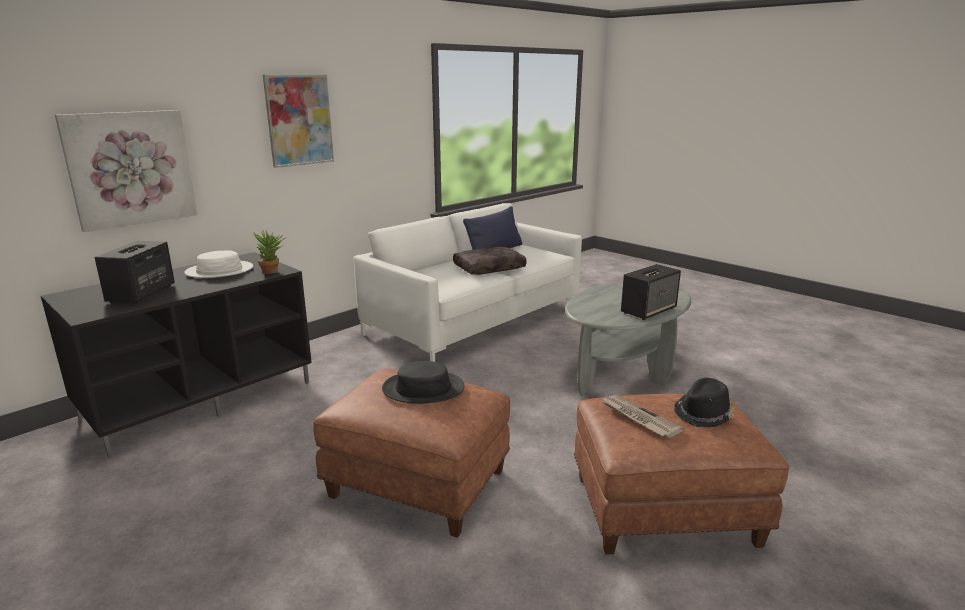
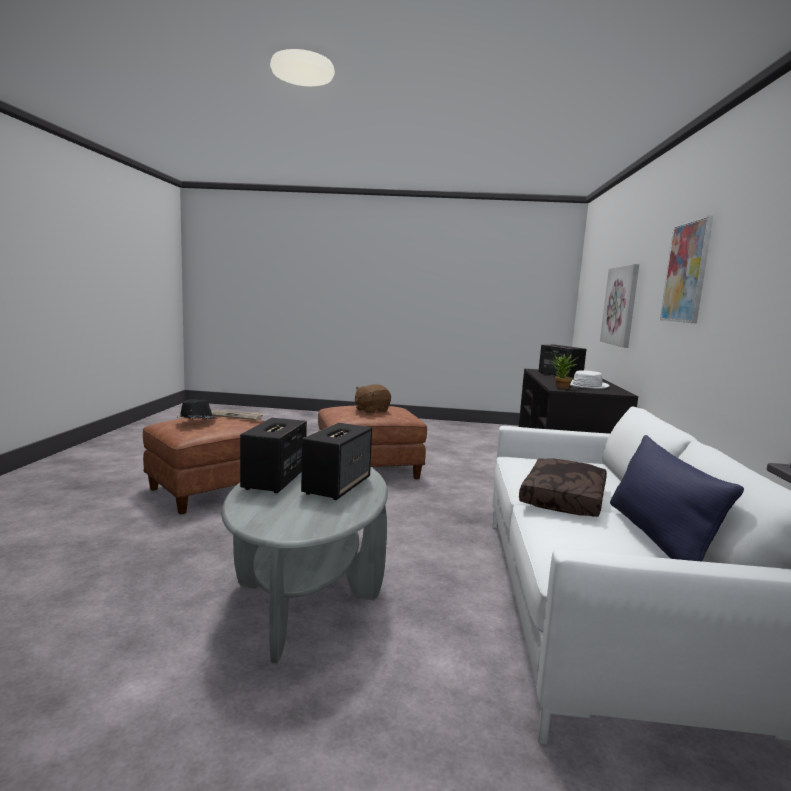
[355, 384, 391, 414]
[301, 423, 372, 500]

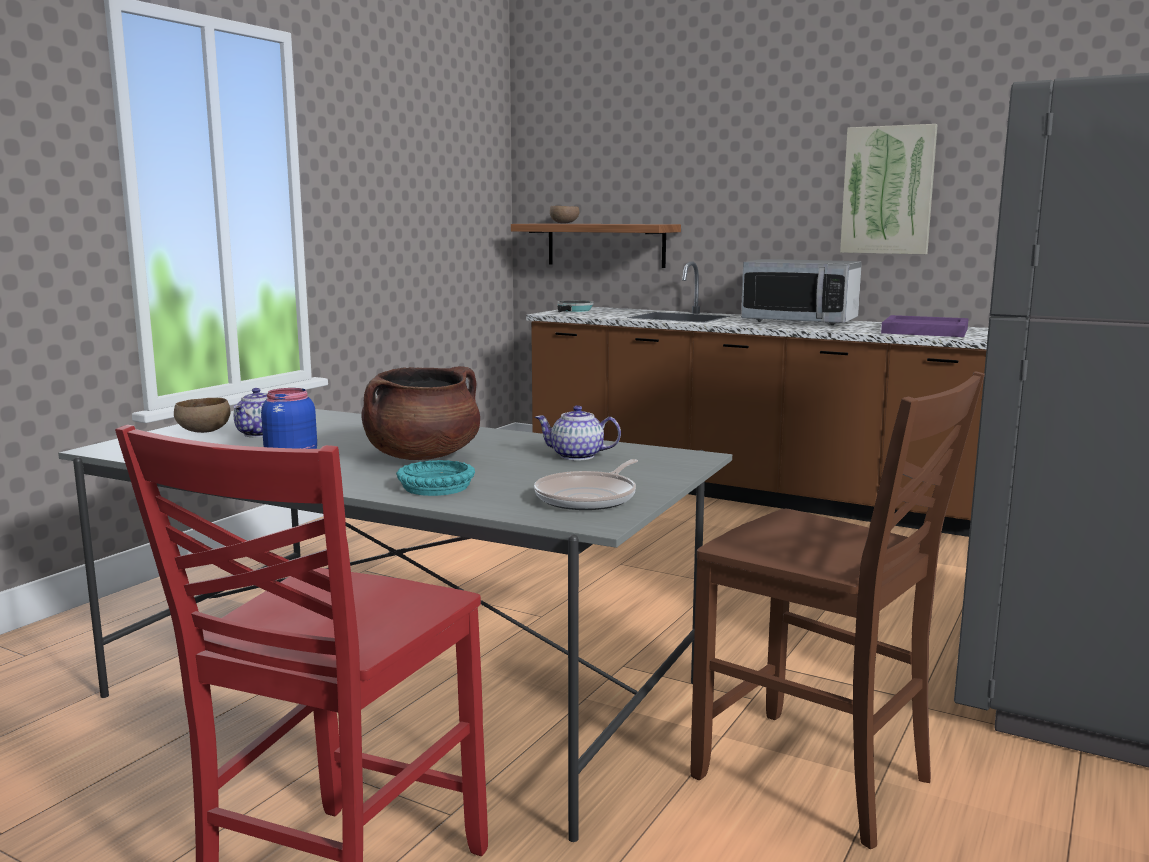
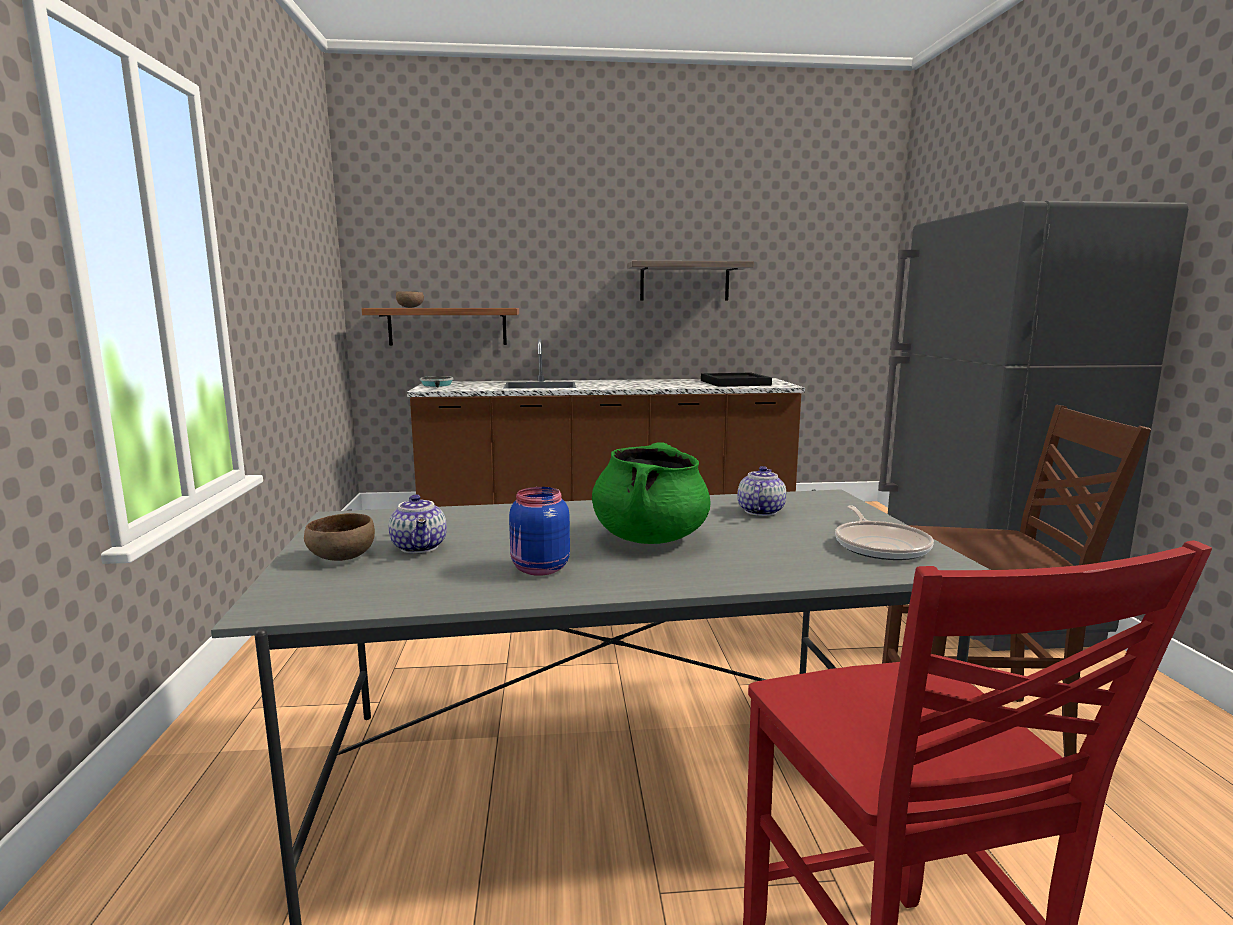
[592, 442, 710, 544]
[396, 460, 475, 496] (first image)
[737, 466, 786, 516]
[741, 259, 862, 325] (first image)
[627, 261, 754, 301]
[701, 373, 772, 387]

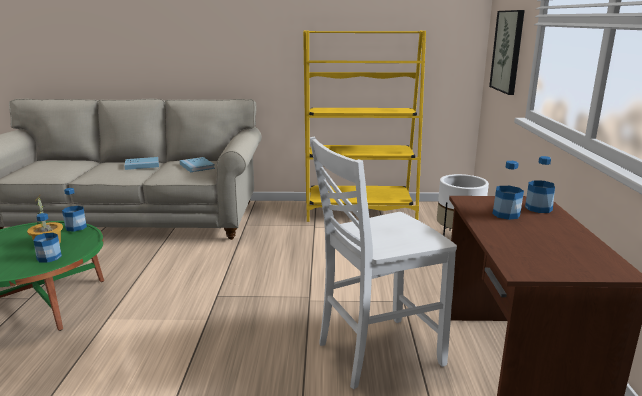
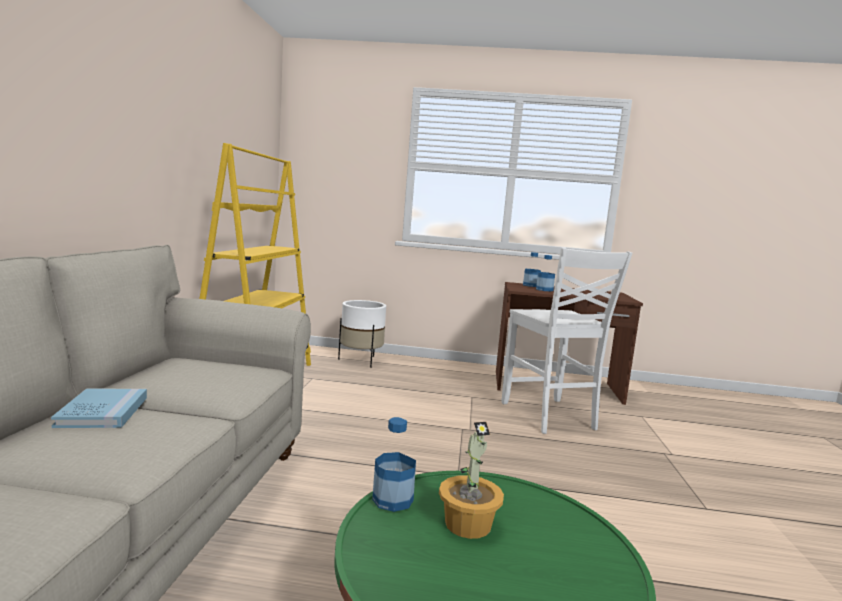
[34, 213, 62, 263] (first image)
[180, 157, 215, 172] (first image)
[489, 10, 525, 95] (first image)

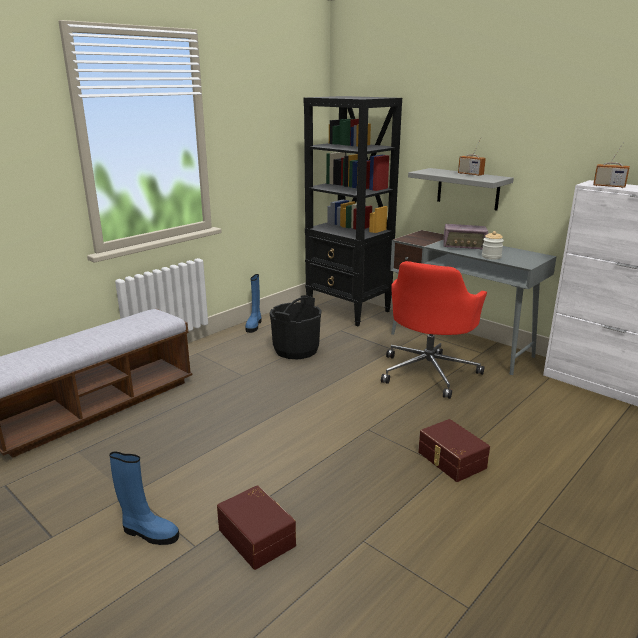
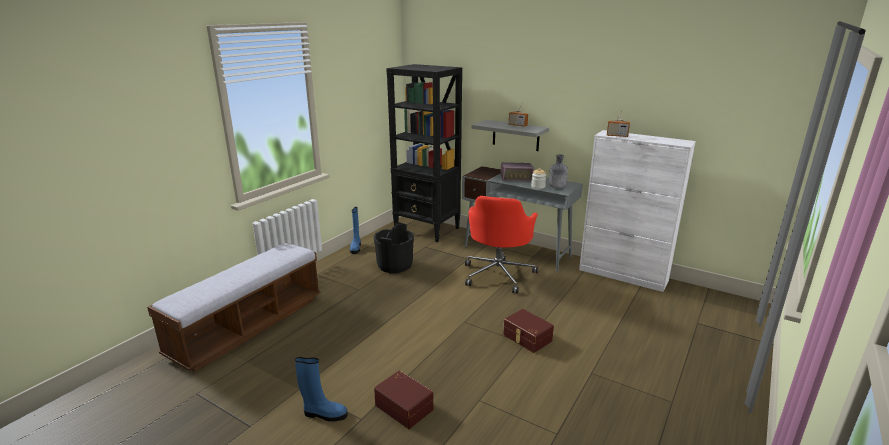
[549, 154, 568, 188]

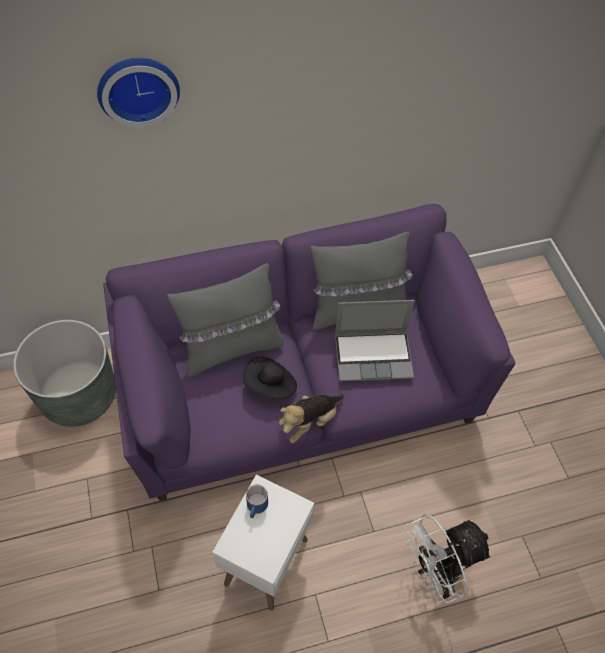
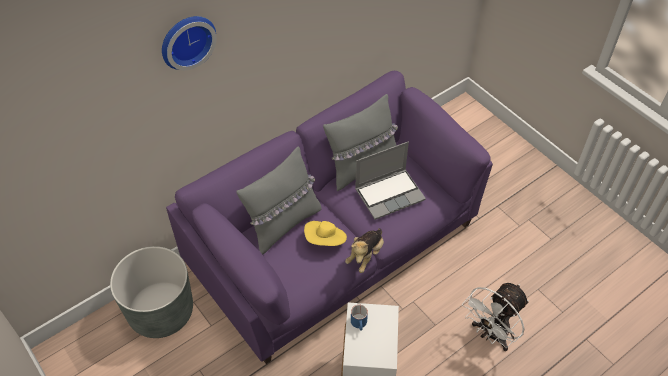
[304, 221, 347, 246]

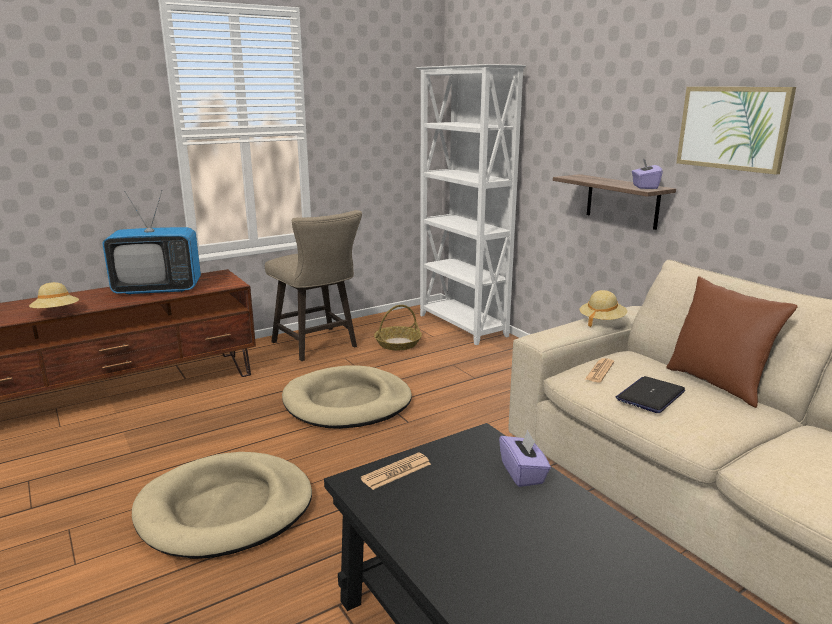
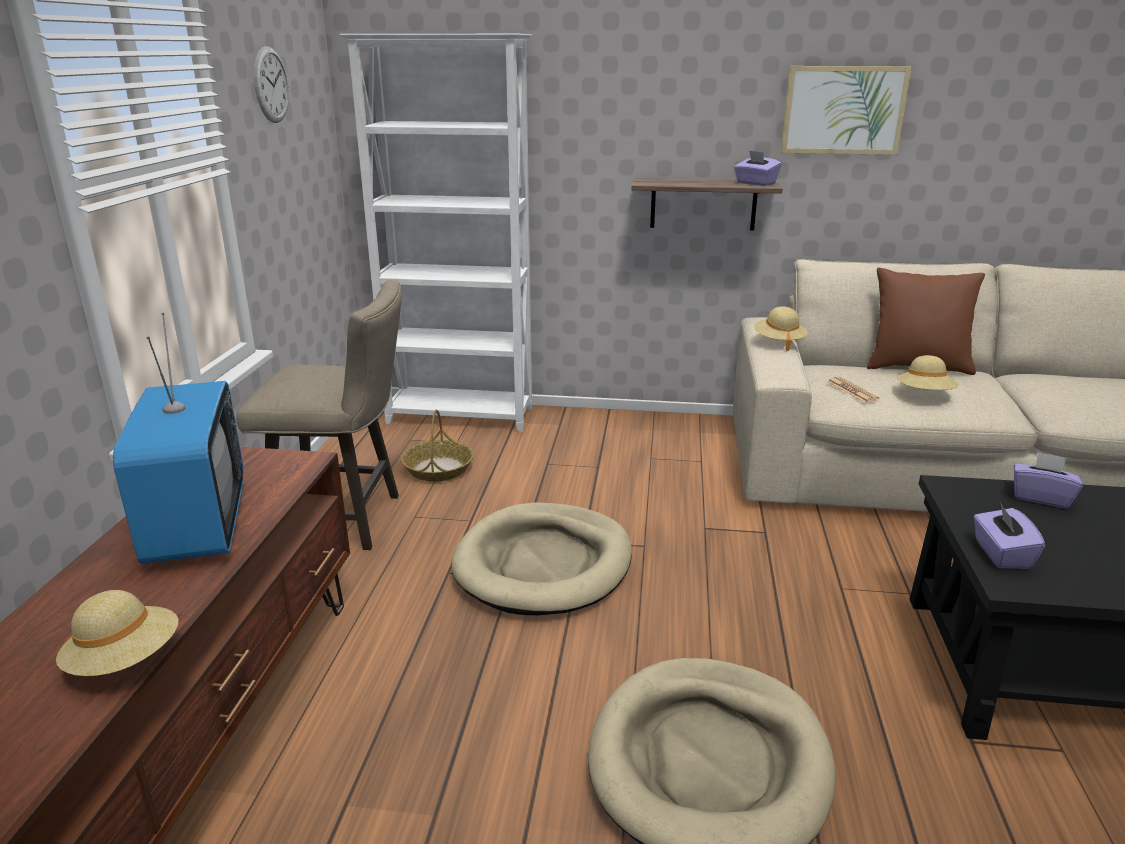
[113, 313, 244, 563]
[974, 502, 1045, 569]
[897, 355, 958, 390]
[254, 46, 289, 123]

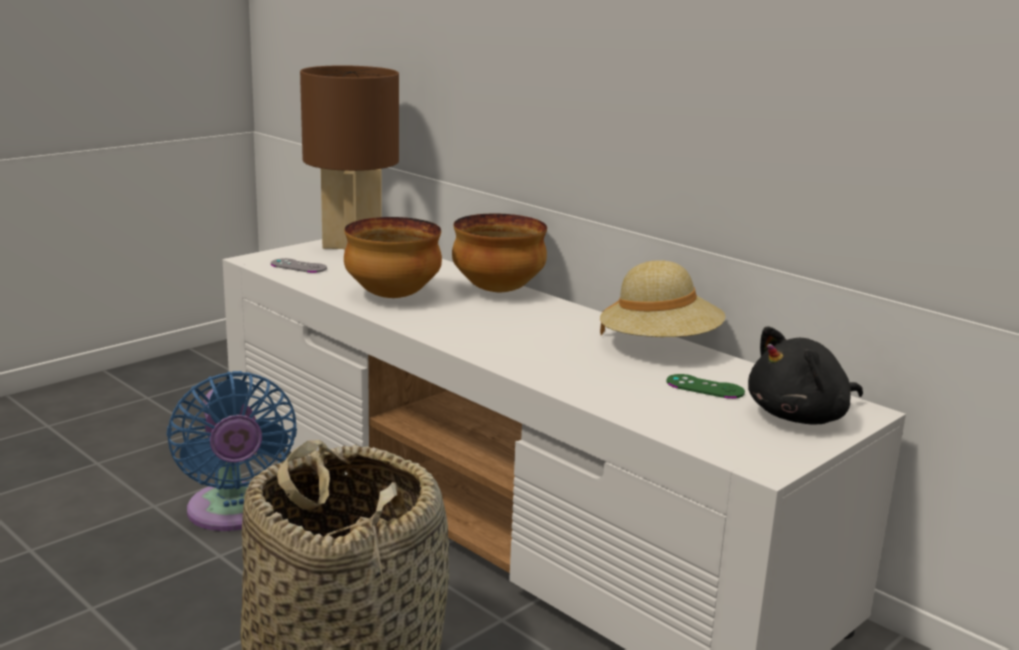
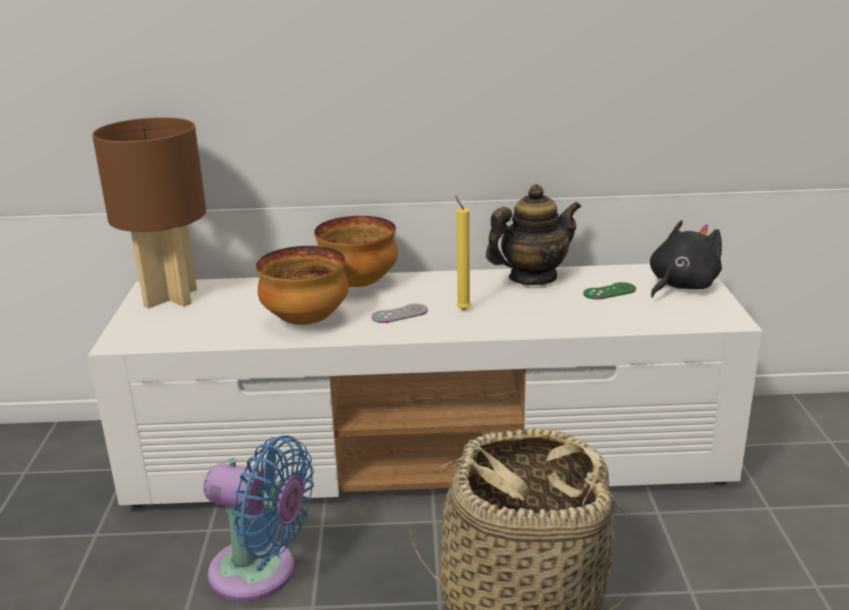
[371, 304, 428, 323]
[486, 184, 581, 285]
[650, 220, 722, 298]
[455, 195, 471, 311]

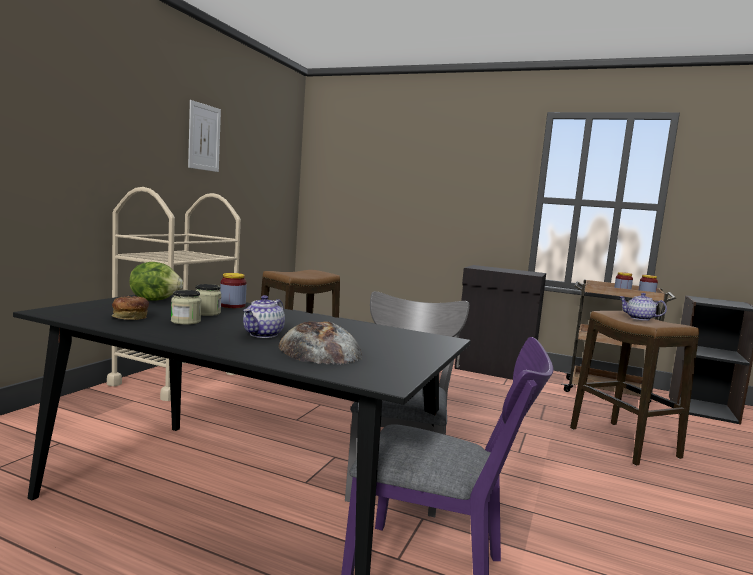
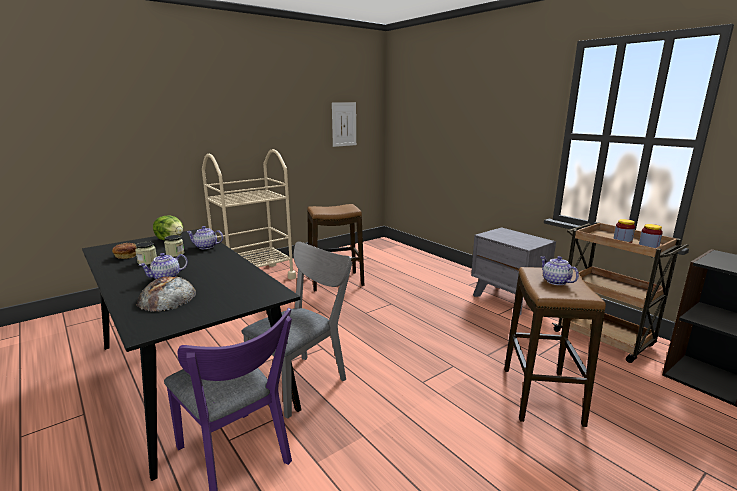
[332, 103, 356, 147]
[187, 226, 223, 249]
[471, 227, 556, 315]

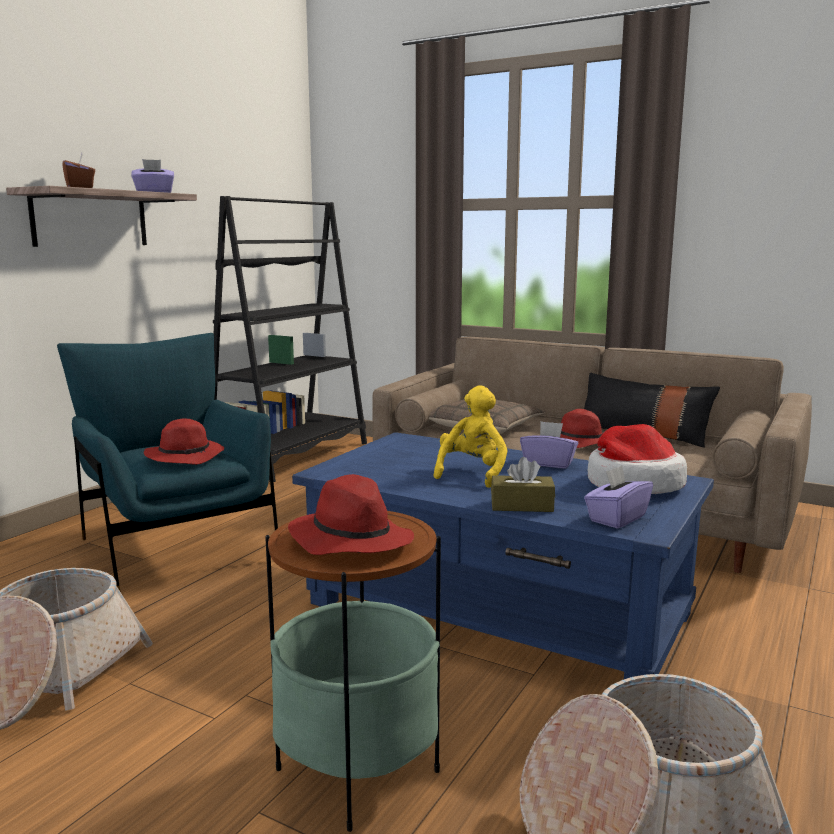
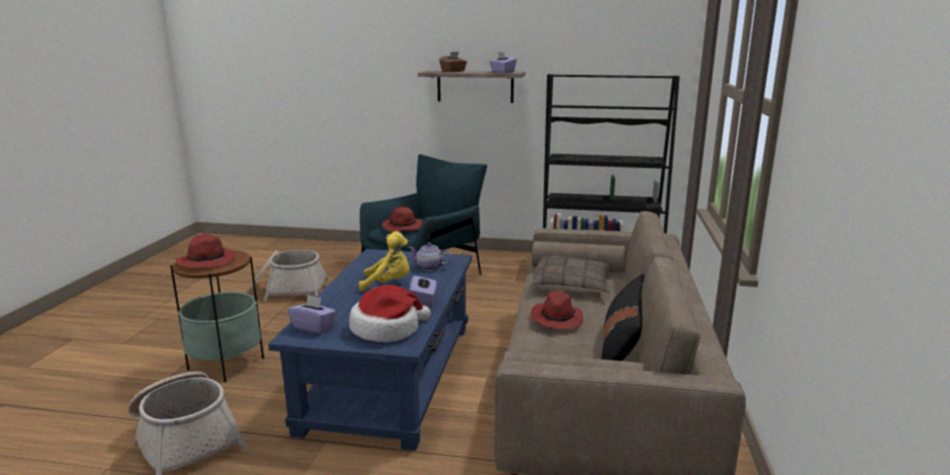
[491, 457, 555, 512] (first image)
[408, 243, 451, 271]

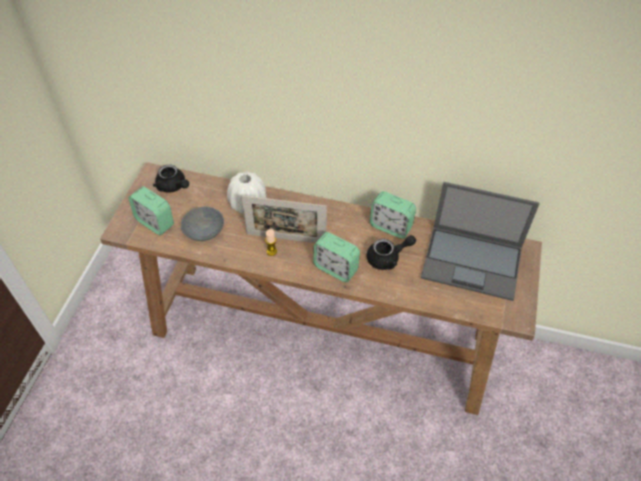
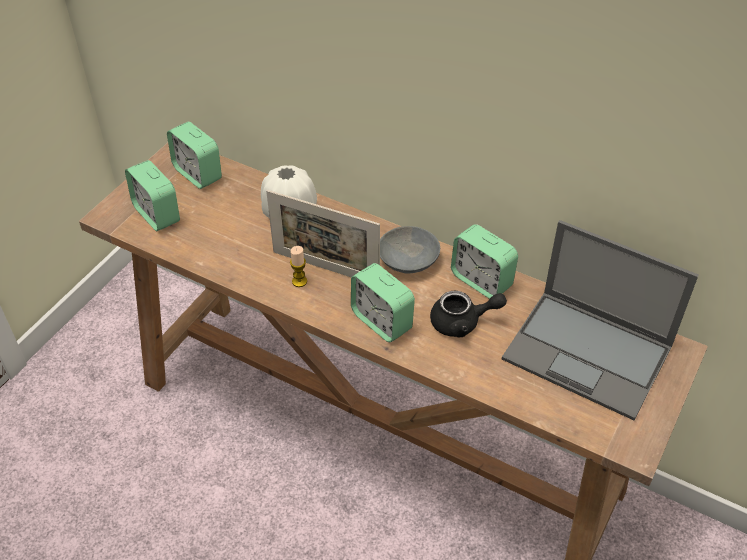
[167, 122, 222, 189]
[380, 226, 440, 274]

